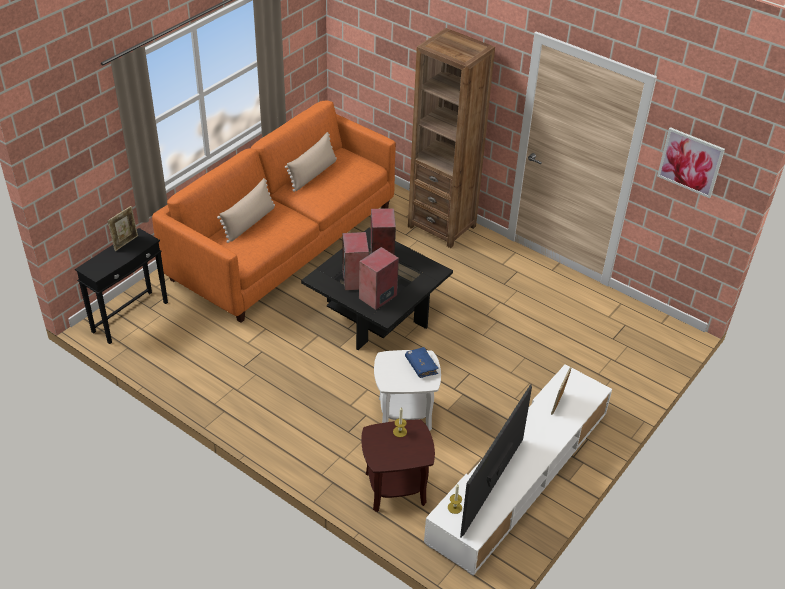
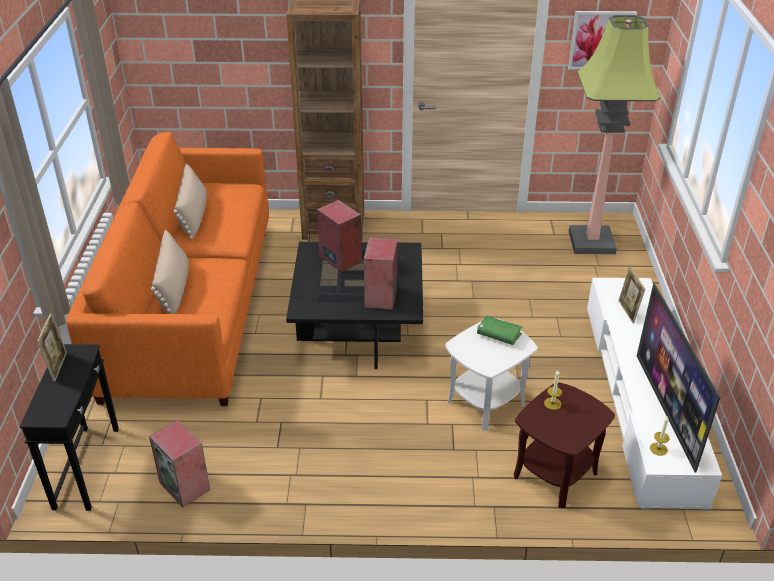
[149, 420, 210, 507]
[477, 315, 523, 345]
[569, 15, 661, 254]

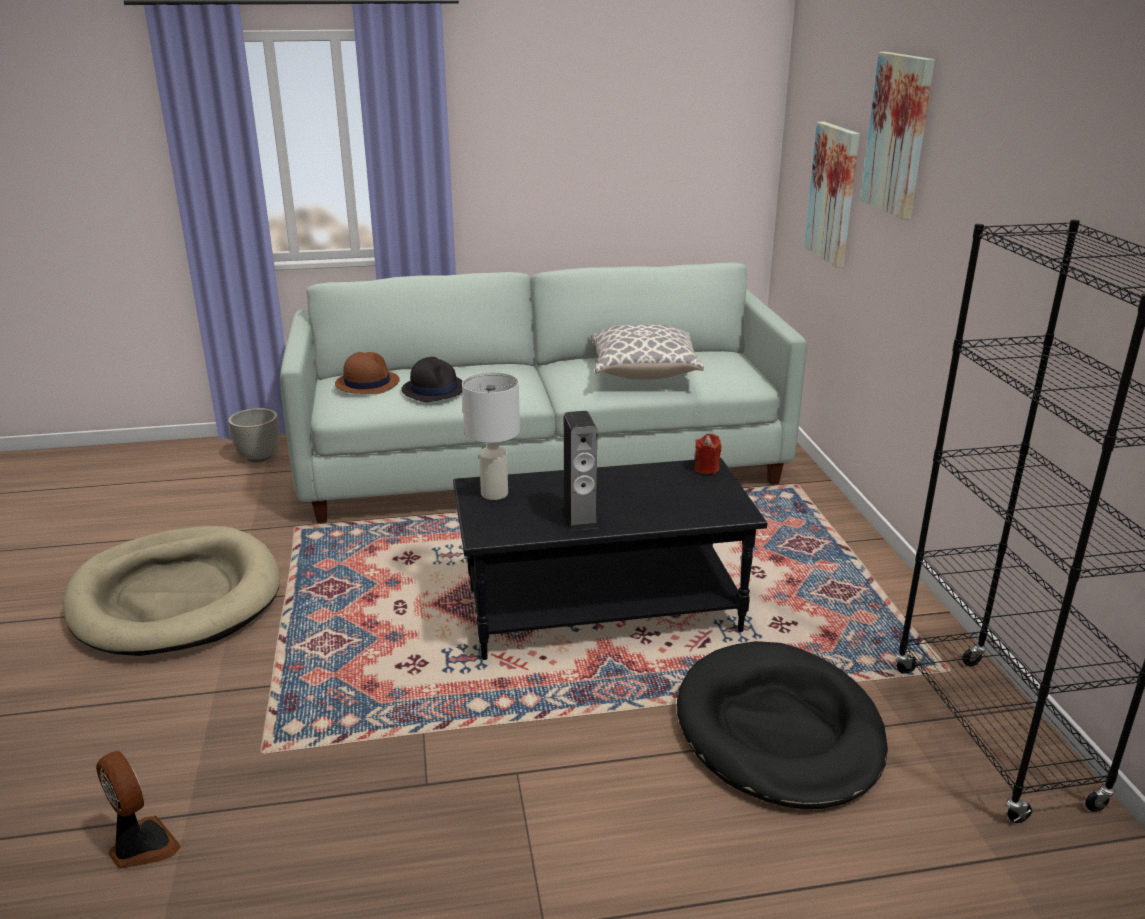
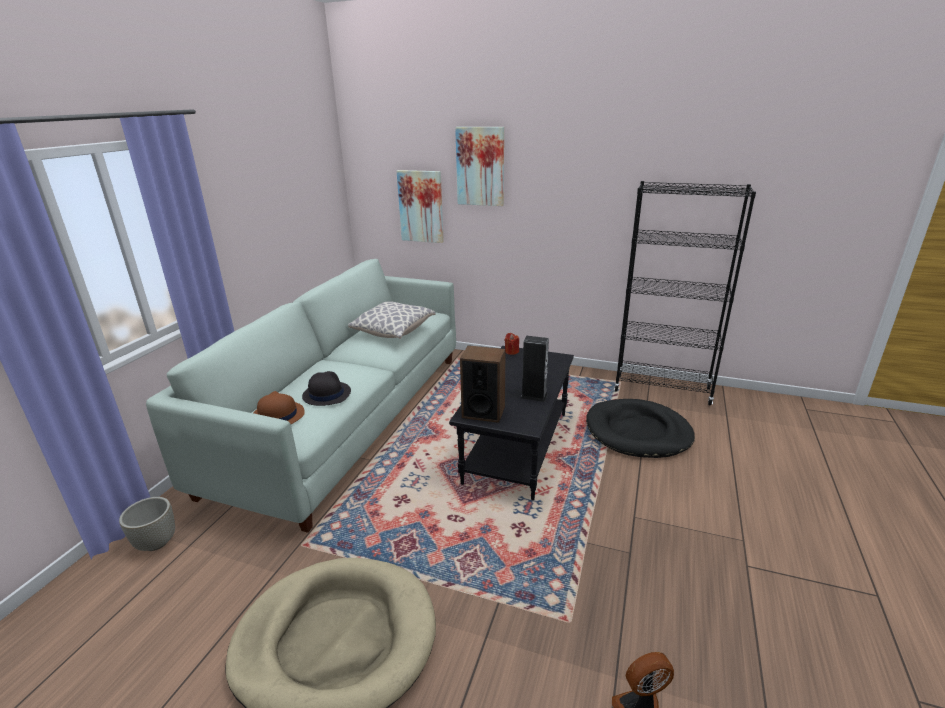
[460, 345, 506, 423]

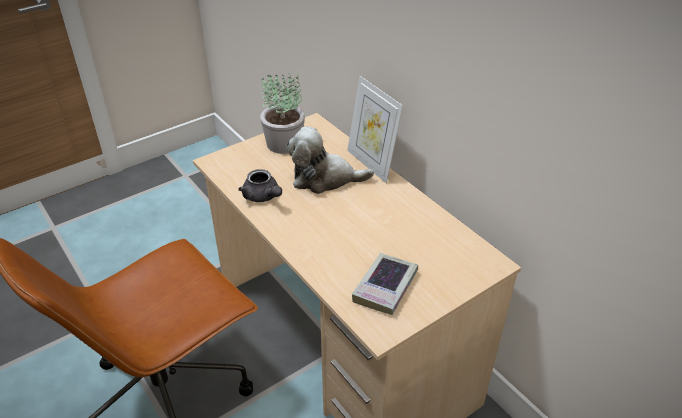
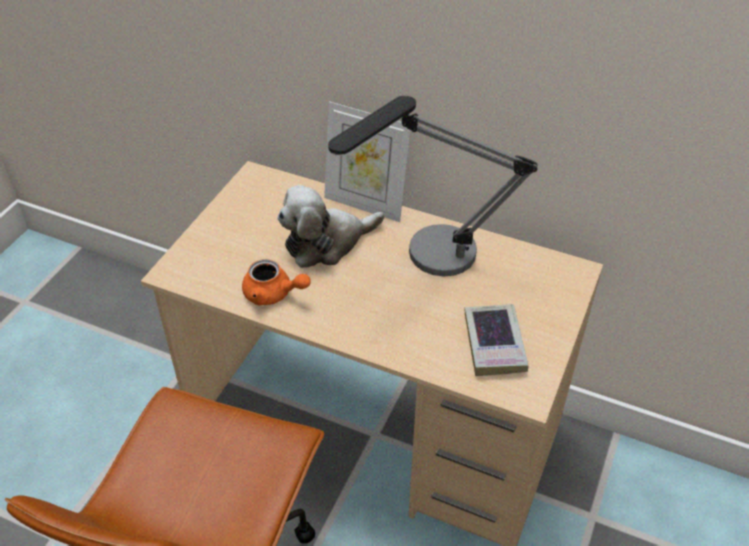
[242, 259, 311, 305]
[260, 73, 305, 154] (first image)
[328, 96, 537, 277]

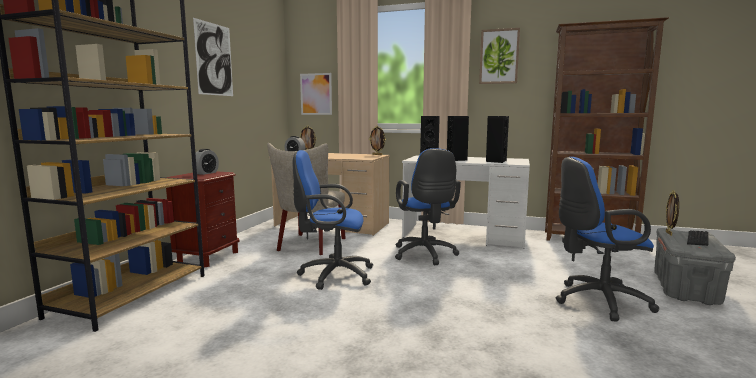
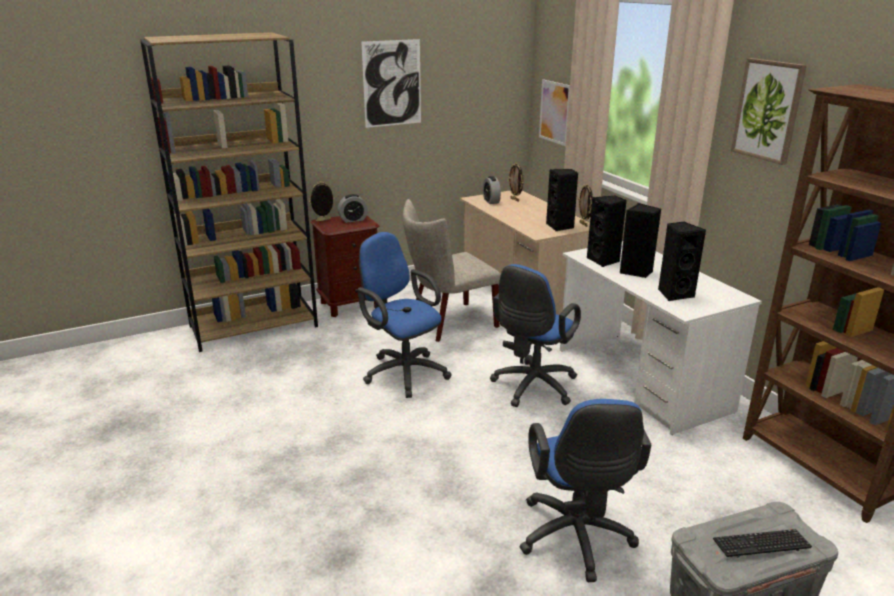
[519, 399, 651, 582]
[309, 181, 334, 221]
[546, 169, 579, 231]

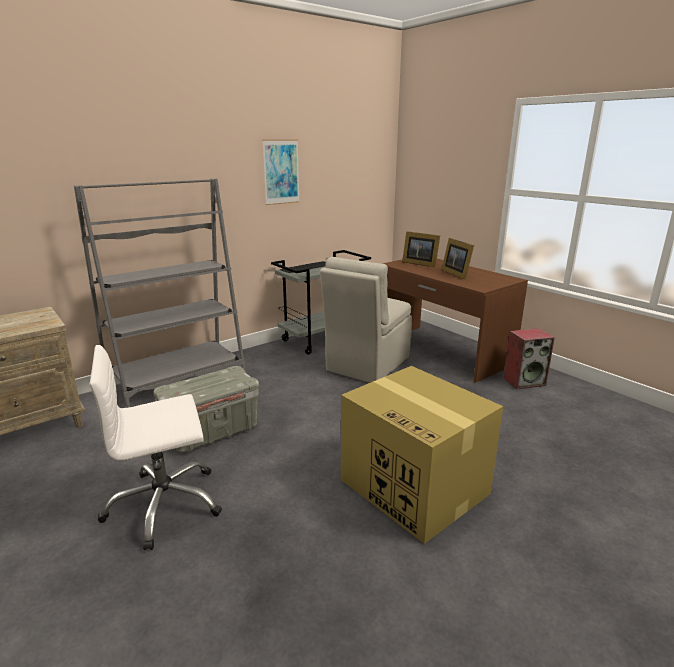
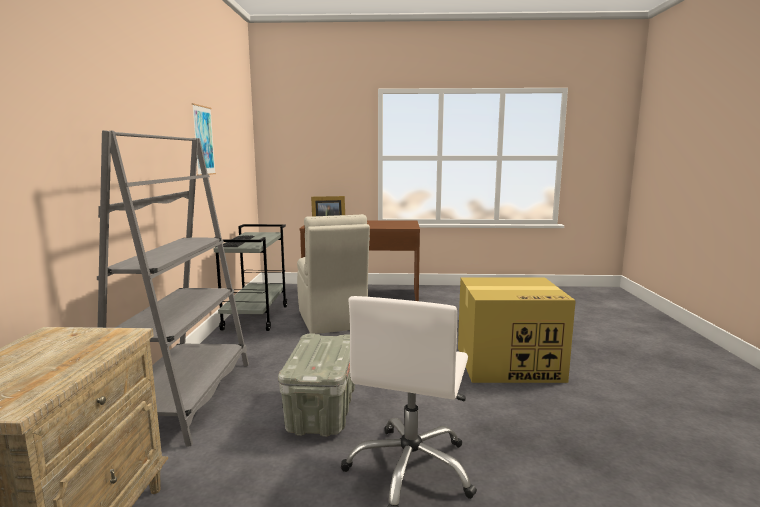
[441, 238, 474, 280] (first image)
[503, 328, 555, 389] (first image)

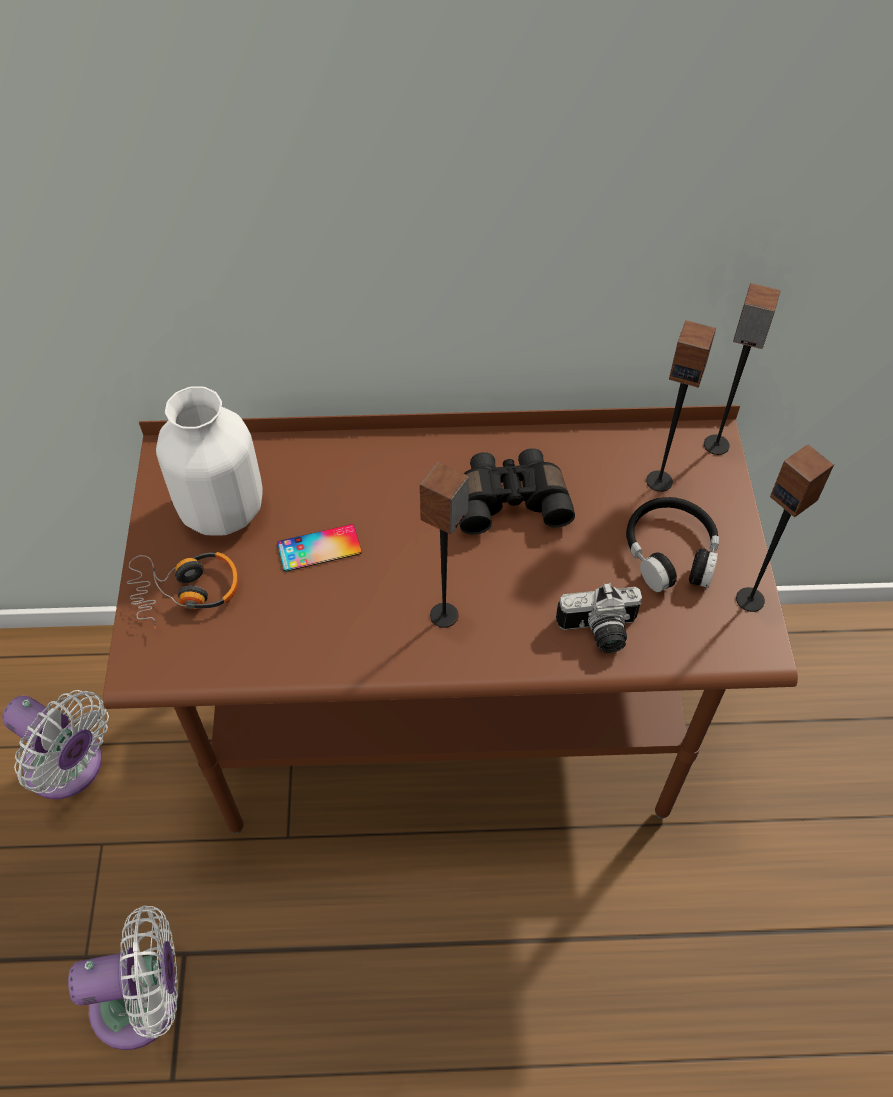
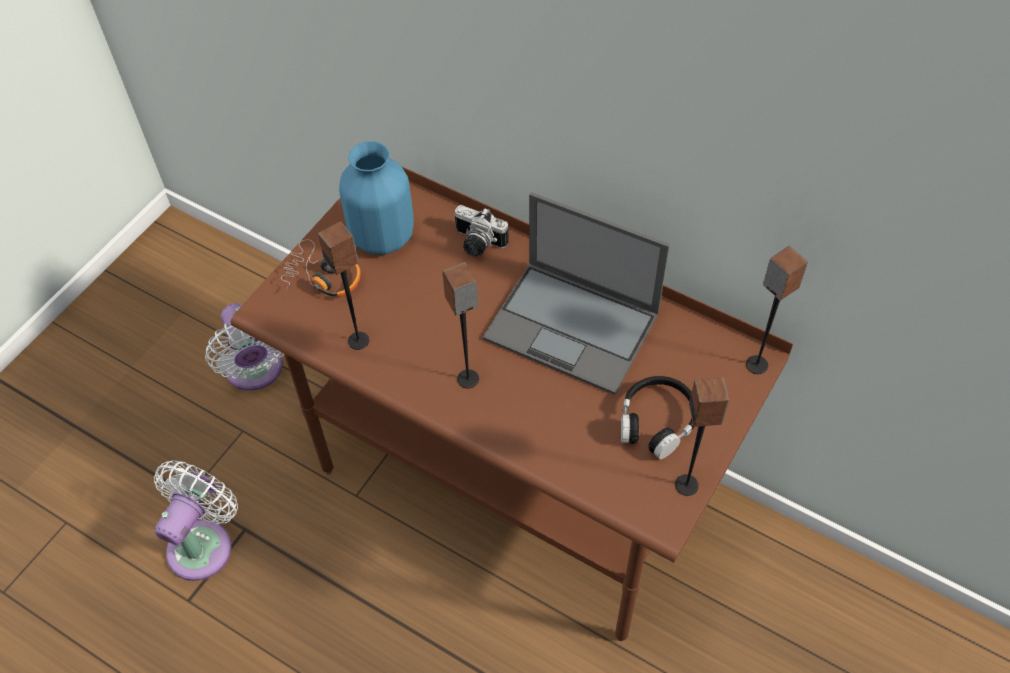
[154, 461, 238, 581]
[339, 141, 414, 255]
[277, 524, 362, 572] (first image)
[483, 192, 670, 395]
[454, 205, 509, 257]
[318, 221, 369, 350]

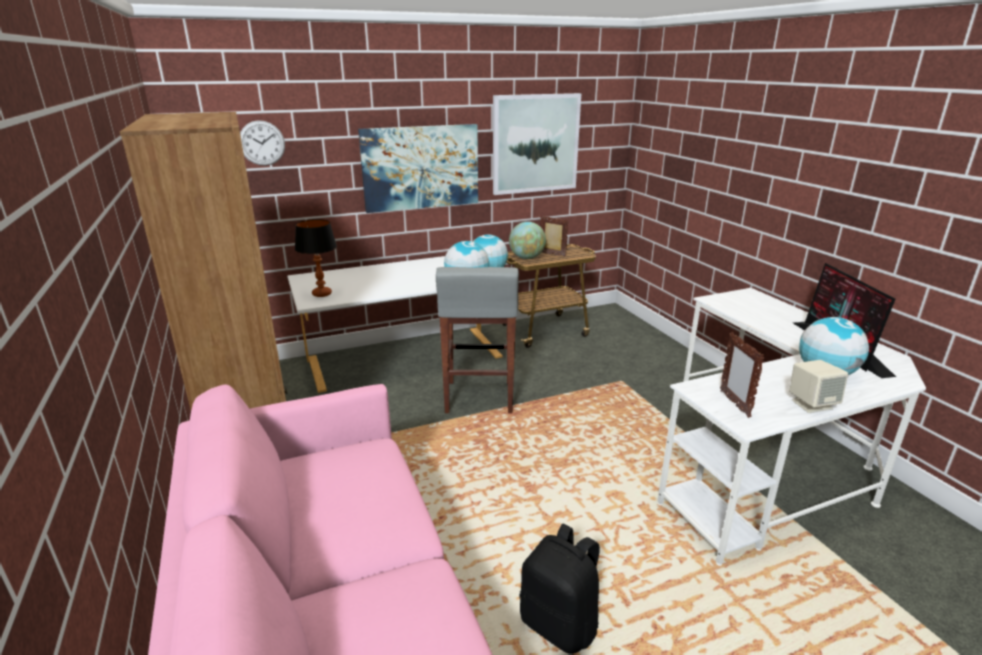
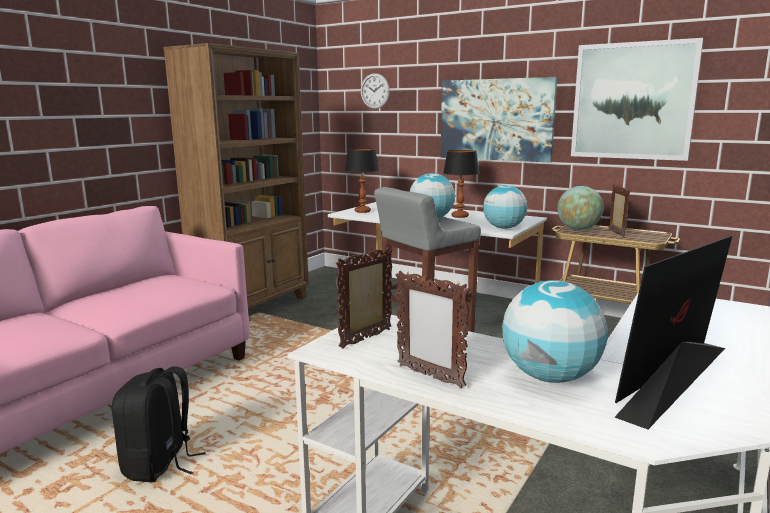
[396, 271, 470, 388]
[443, 150, 480, 218]

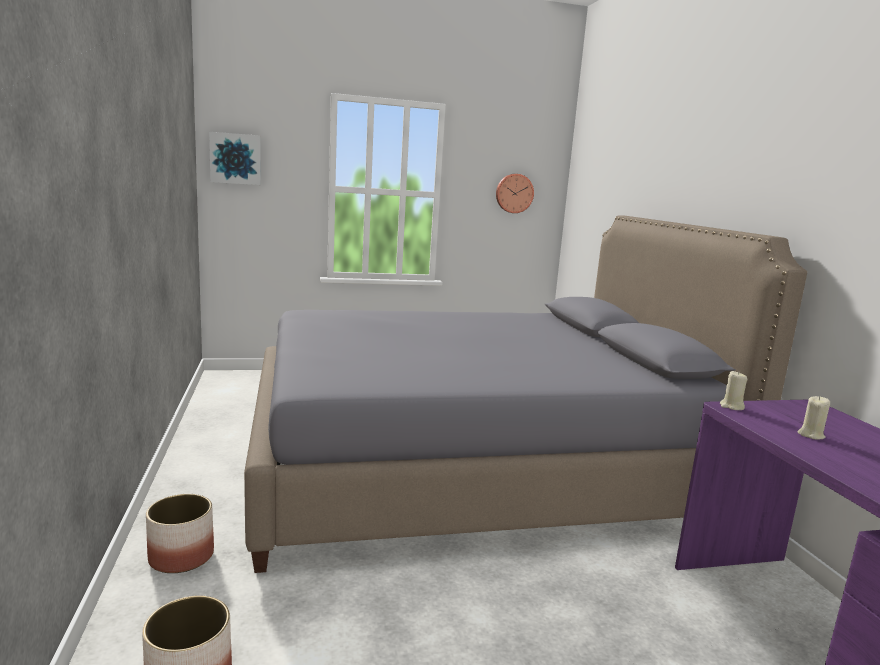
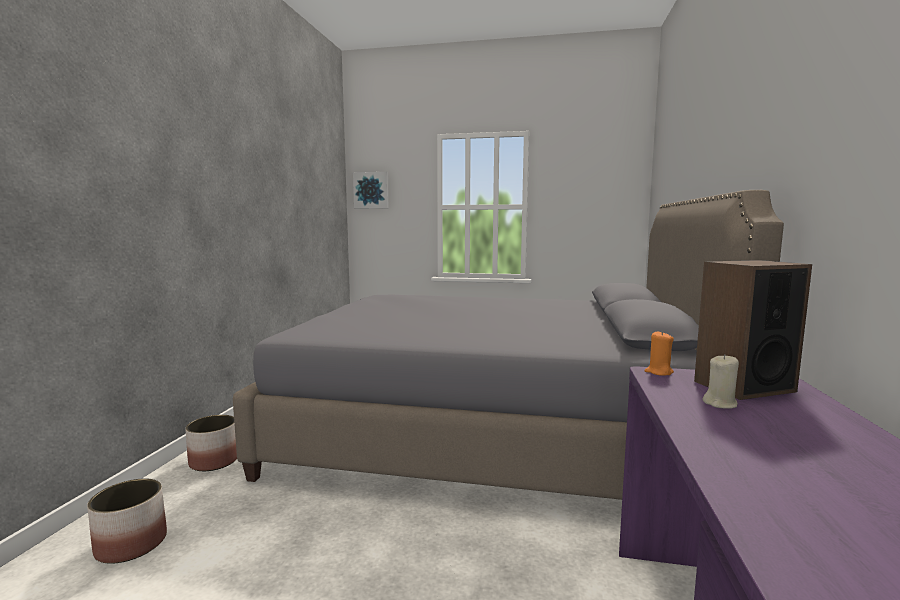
[496, 174, 534, 213] (first image)
[645, 331, 674, 376]
[694, 260, 812, 400]

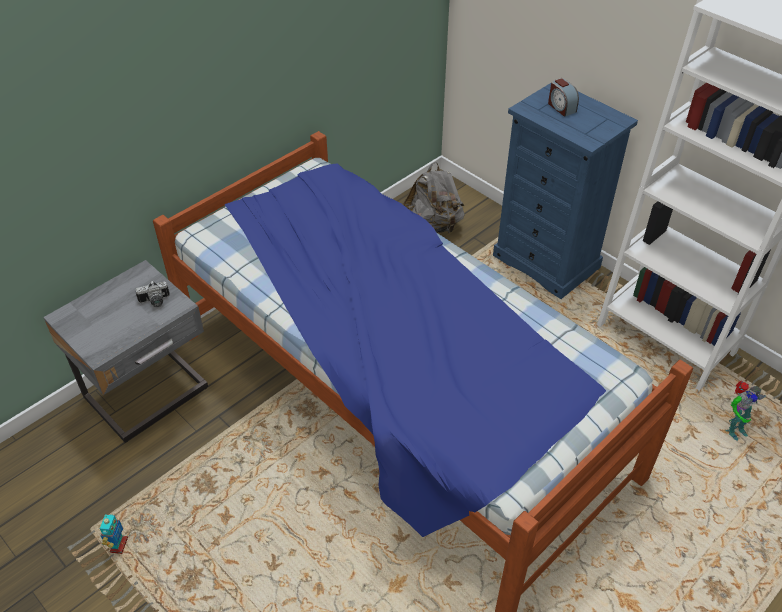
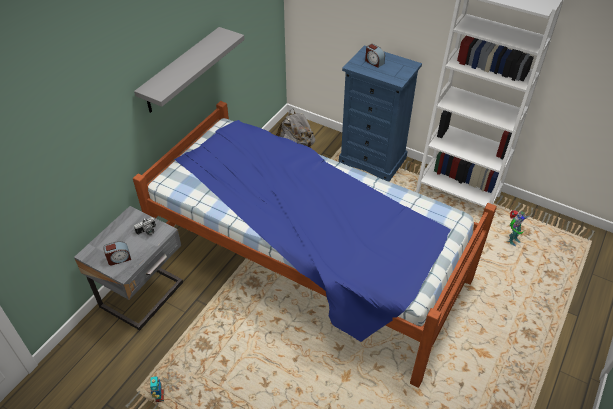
[103, 241, 131, 266]
[134, 27, 245, 113]

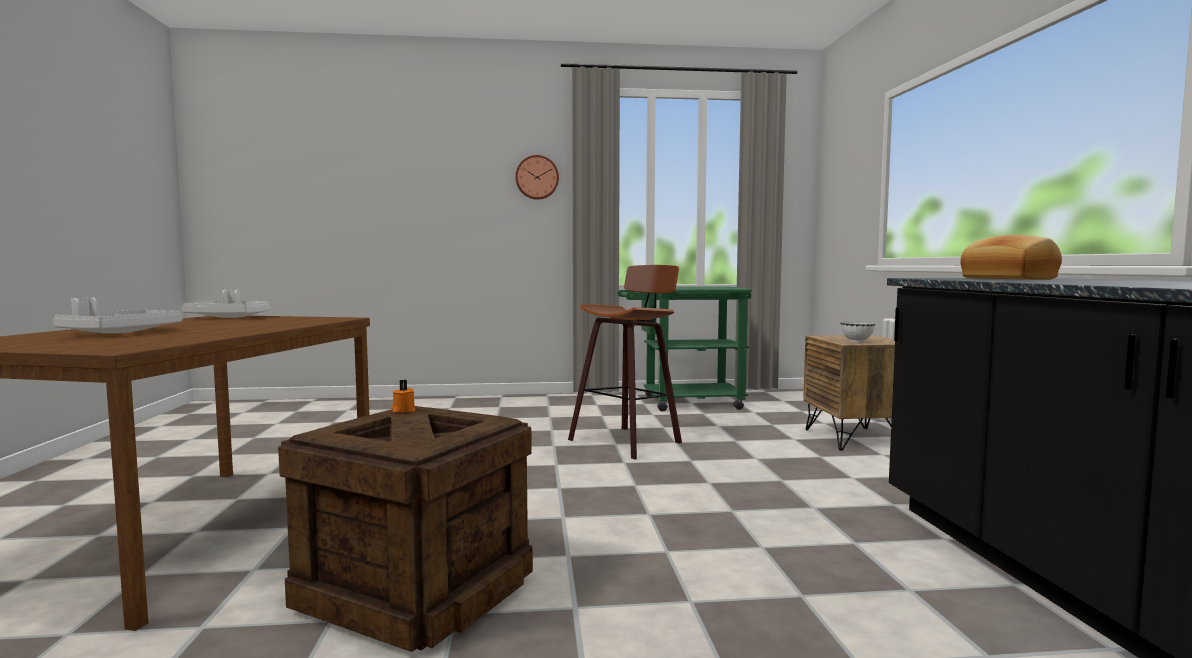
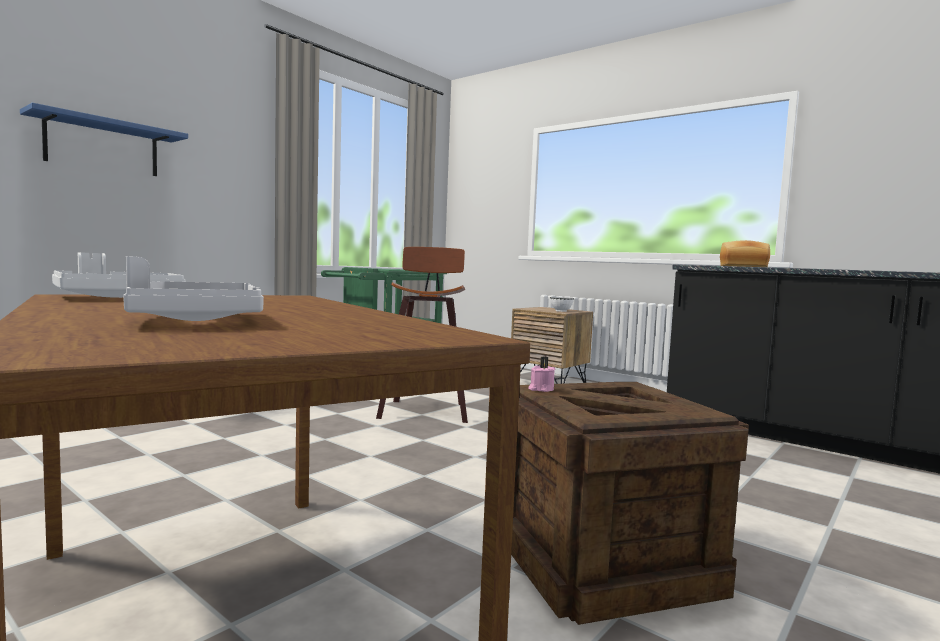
[528, 356, 555, 392]
[515, 155, 559, 200] (first image)
[20, 103, 188, 176]

